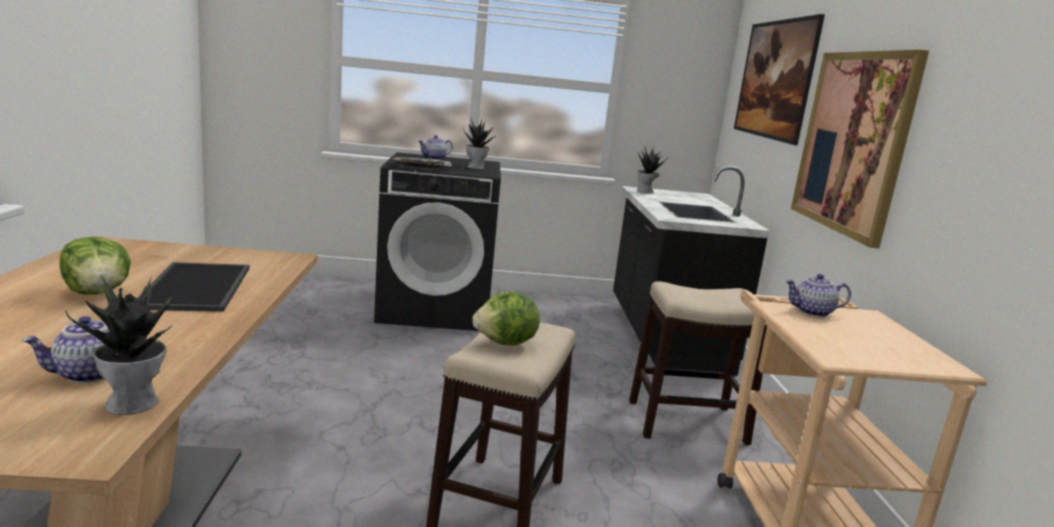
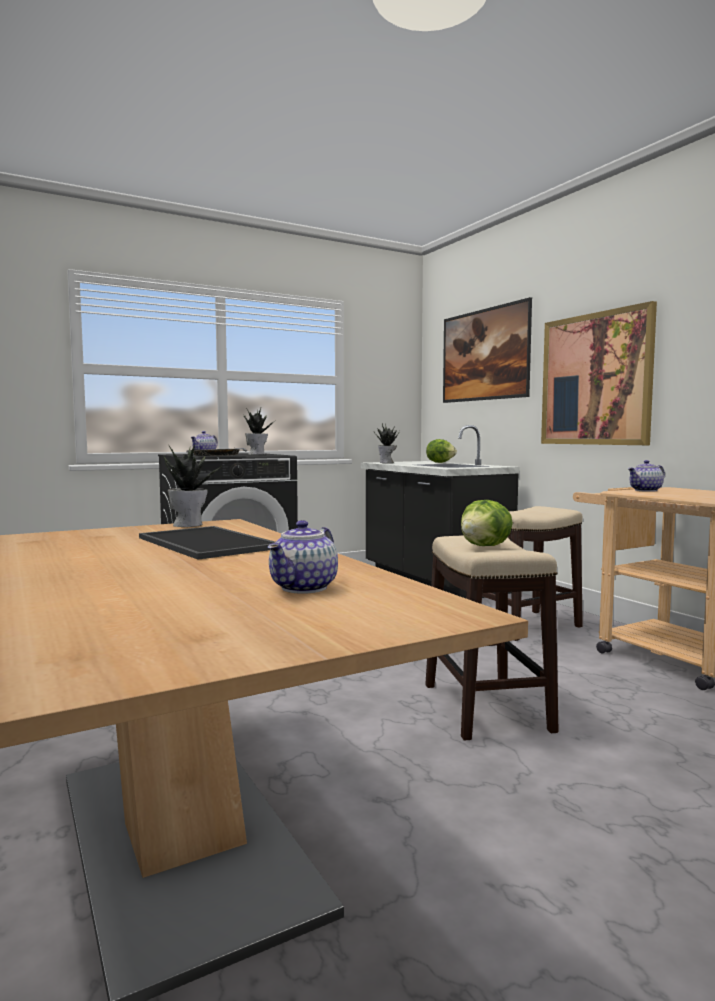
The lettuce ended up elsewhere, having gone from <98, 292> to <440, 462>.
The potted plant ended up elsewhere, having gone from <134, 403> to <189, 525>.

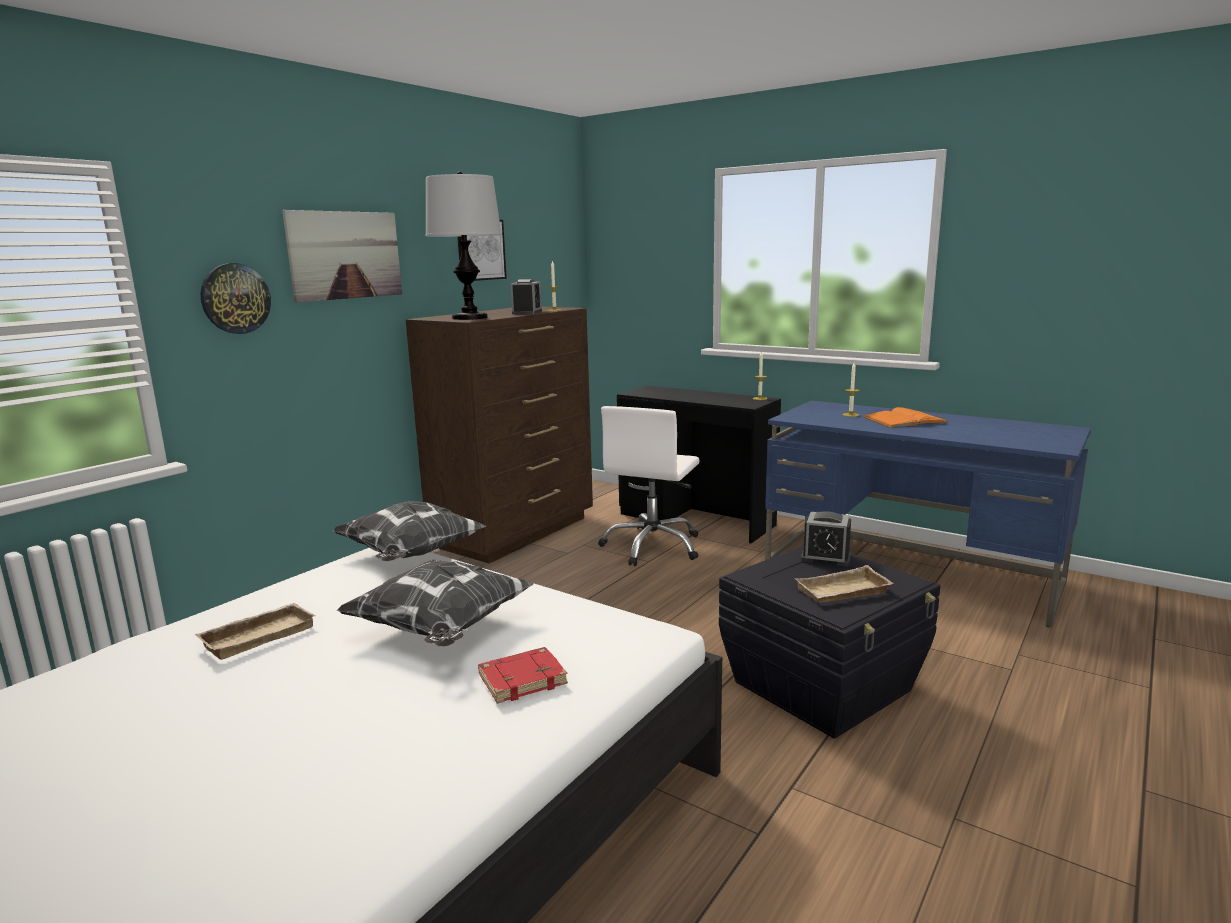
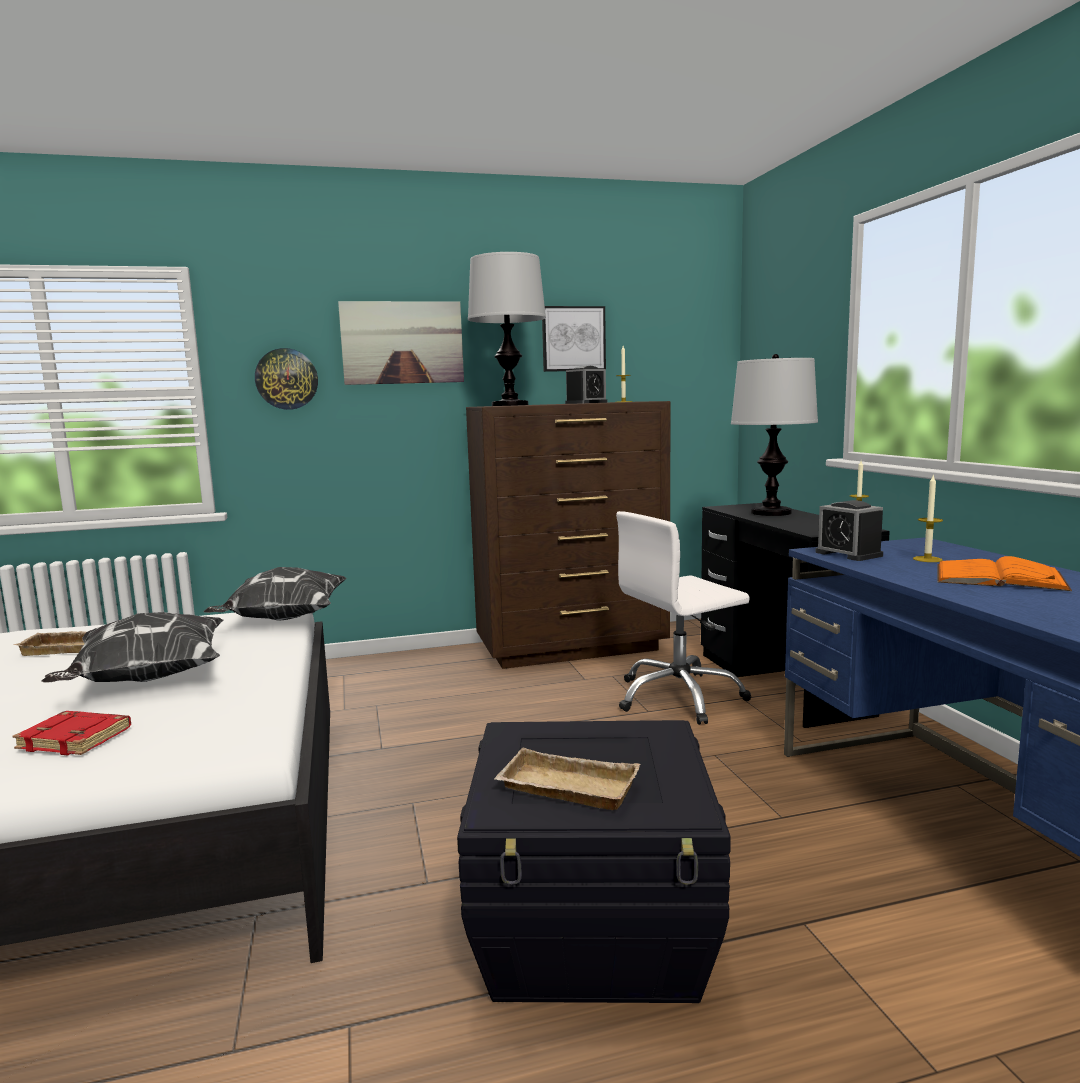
The second view gained the table lamp at <770, 512>.
The alarm clock ended up elsewhere, having gone from <826, 557> to <848, 554>.

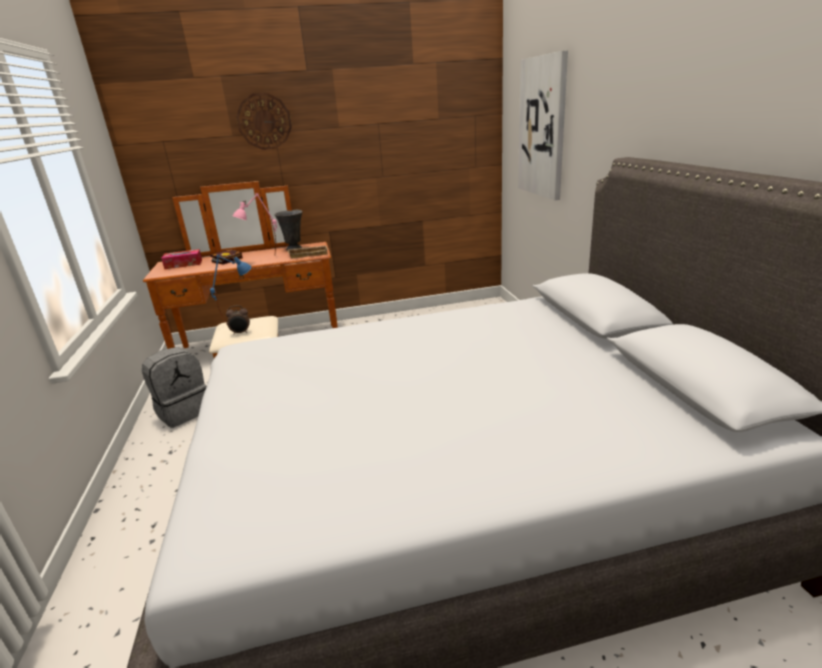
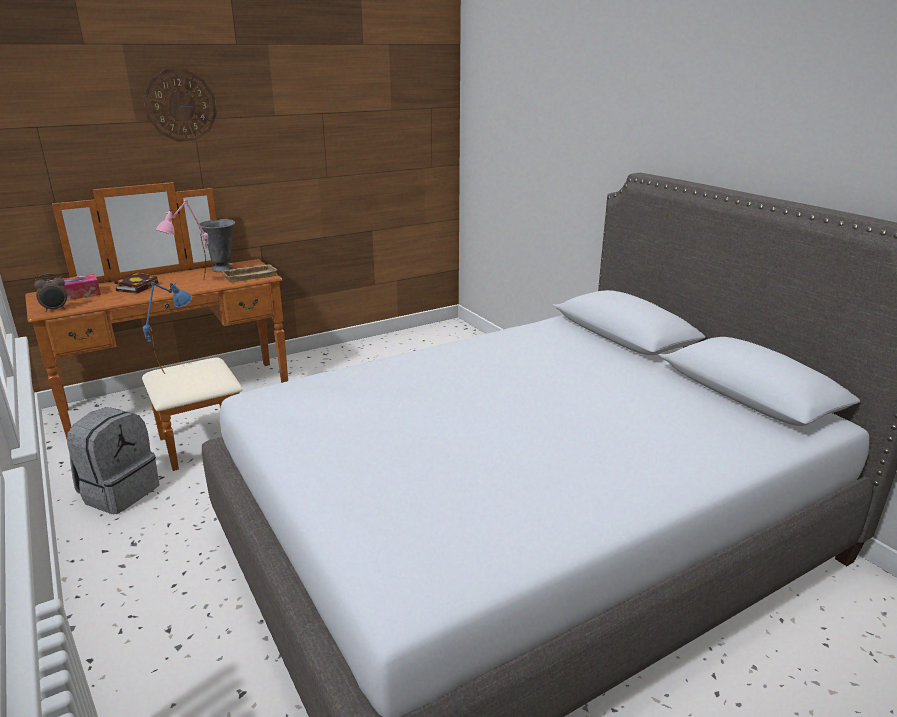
The second view lost the picture at <542, 127>.
The alarm clock ended up elsewhere, having gone from <241, 333> to <55, 309>.

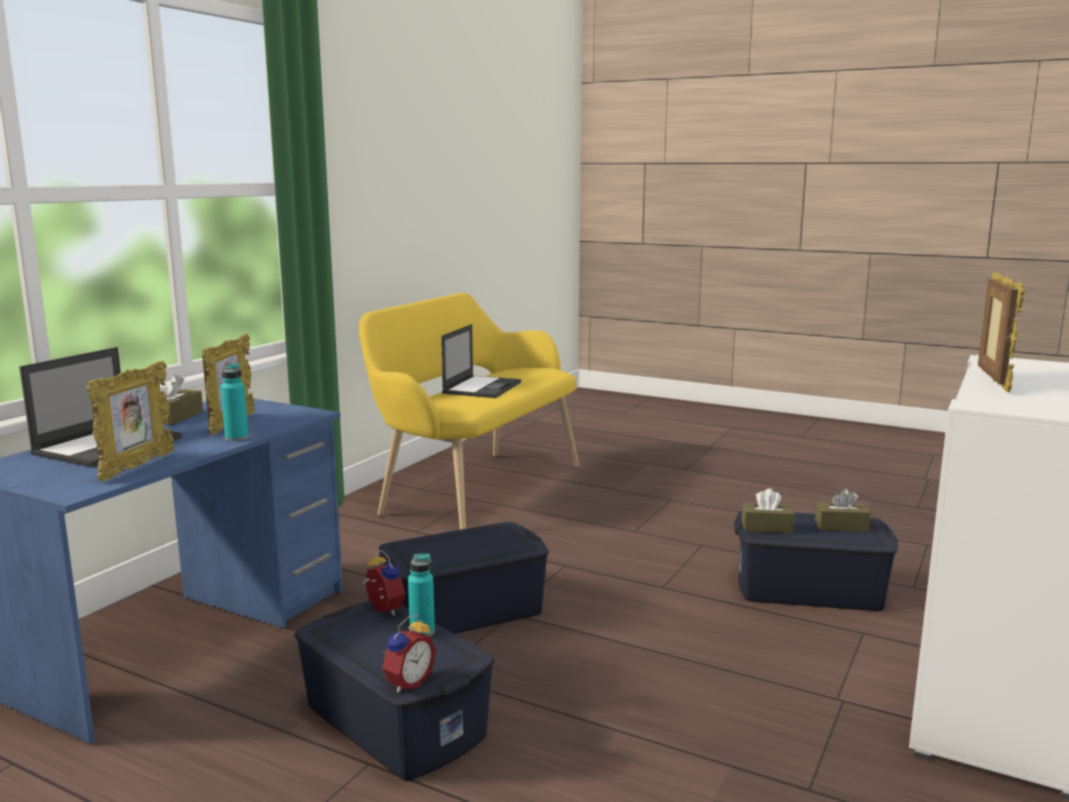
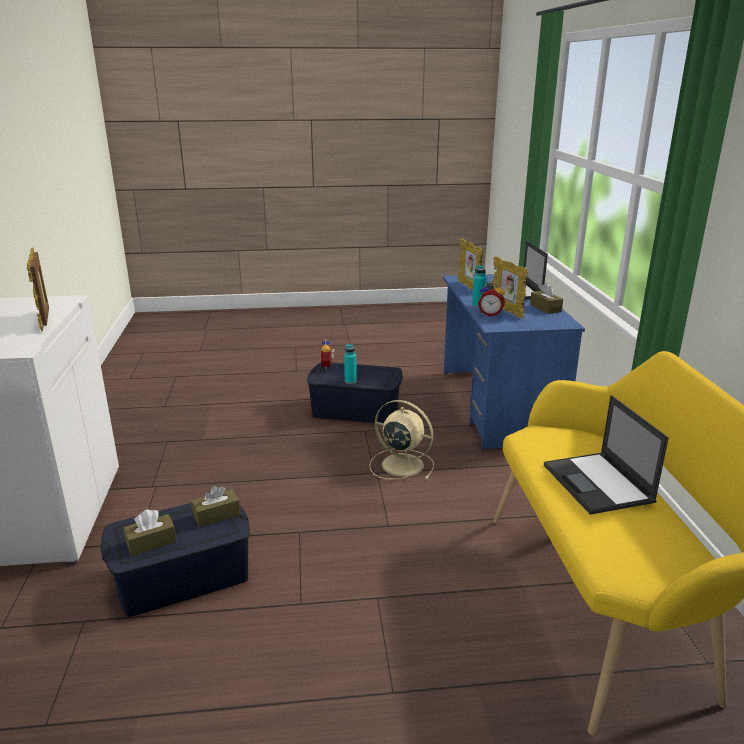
The alarm clock ended up elsewhere, having gone from <382, 610> to <490, 314>.
Where the storage box in blue stood at <465, 611>, the fan in beige came to stand at <400, 464>.

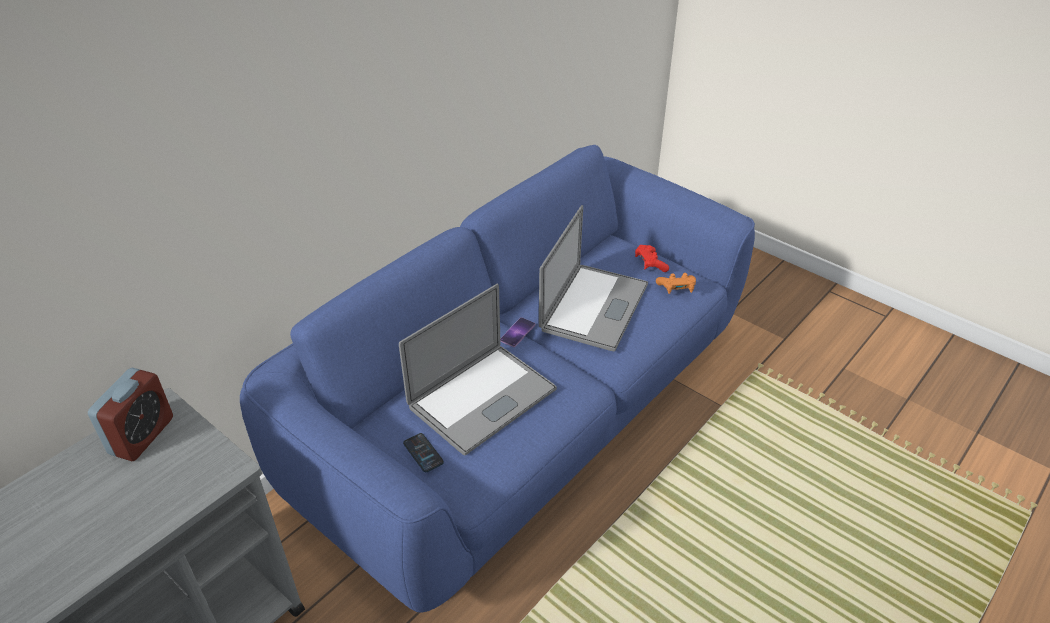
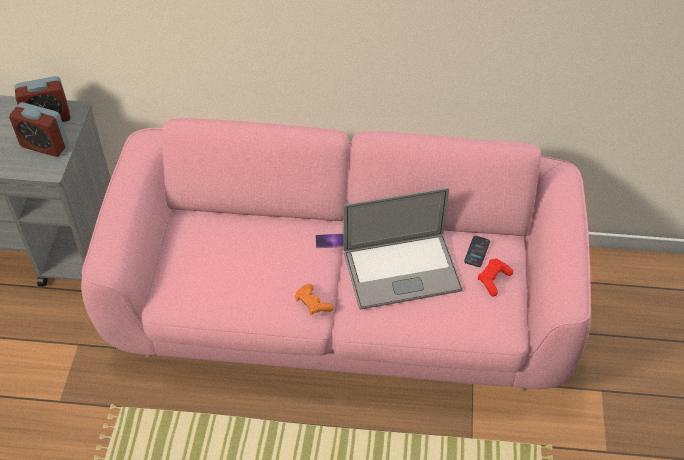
The second view lost the laptop at <482, 398>.
The second view gained the alarm clock at <44, 145>.
The phone ended up elsewhere, having gone from <423, 453> to <477, 251>.
The game controller in orange ended up elsewhere, having gone from <676, 288> to <312, 304>.
What was the sofa in blue at <524, 419> turned into the sofa in pink at <341, 311>.

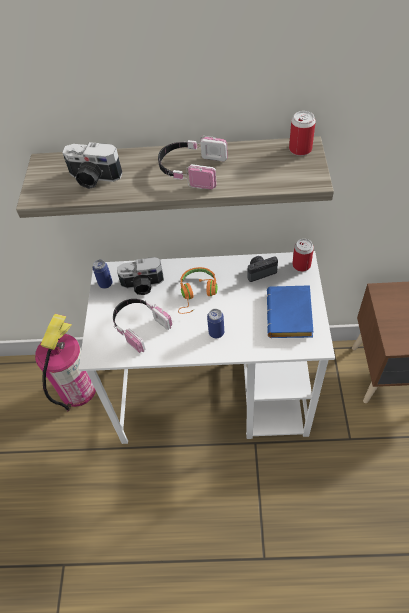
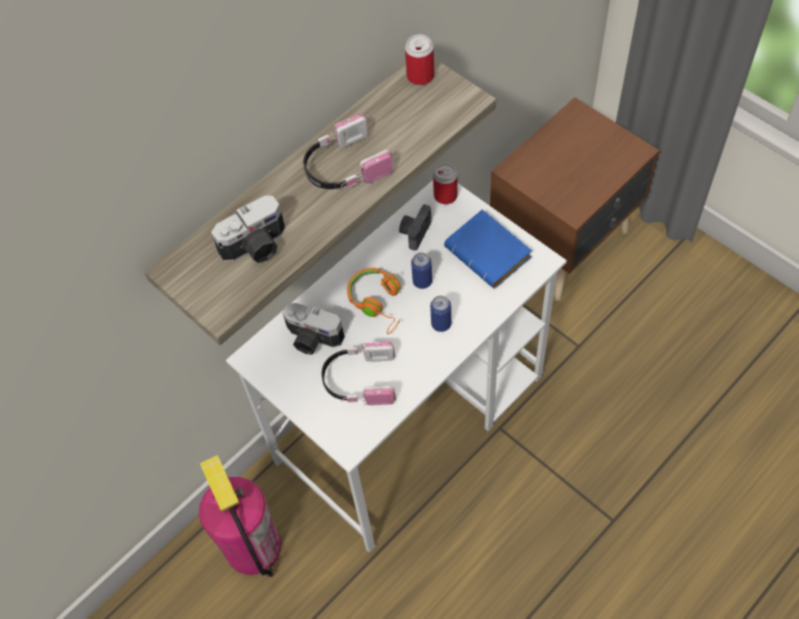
The can ended up elsewhere, having gone from <105, 283> to <422, 281>.
The photo camera at <142, 285> ended up facing another way, 75 degrees clockwise from before.

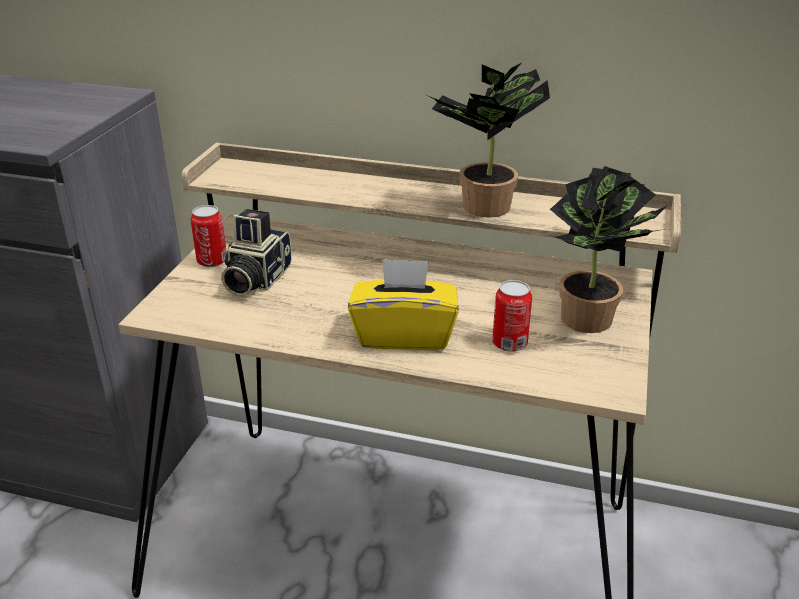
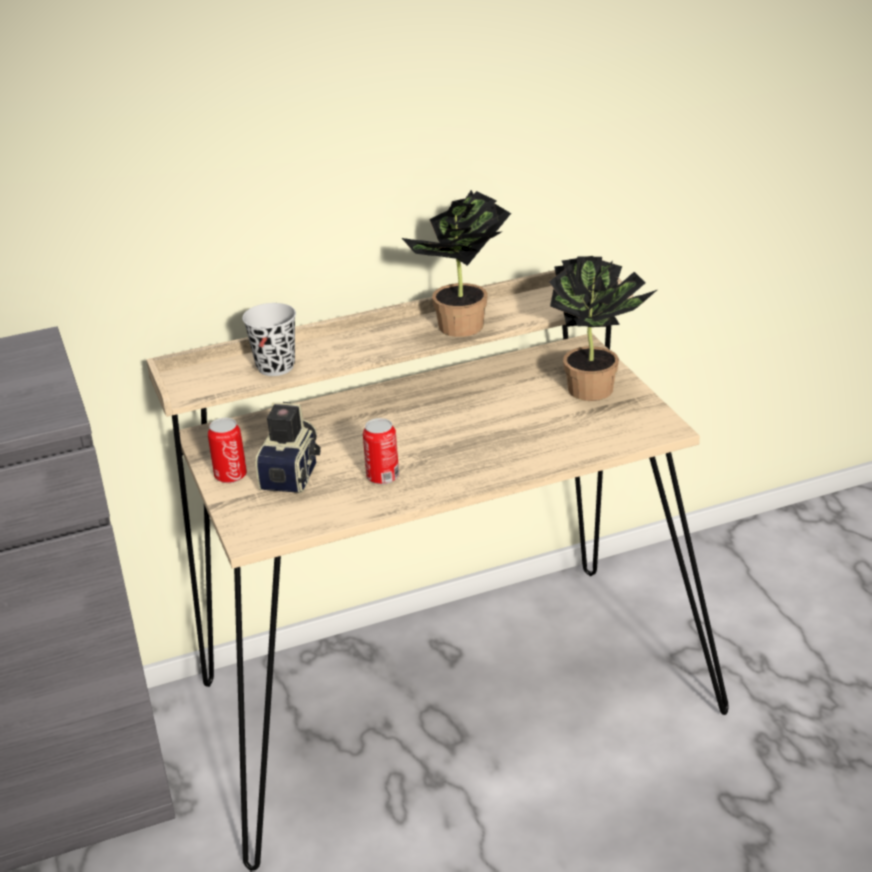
The second view lost the tissue box in yellow at <404, 335>.
The second view gained the cup in black at <275, 367>.
The can ended up elsewhere, having gone from <509, 343> to <383, 477>.
The photo camera at <255, 279> ended up facing another way, 150 degrees counterclockwise from before.

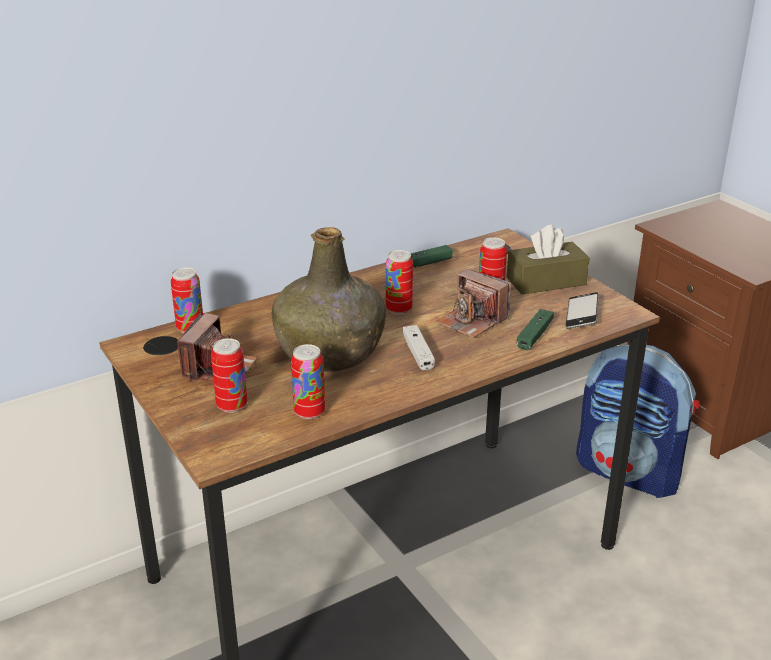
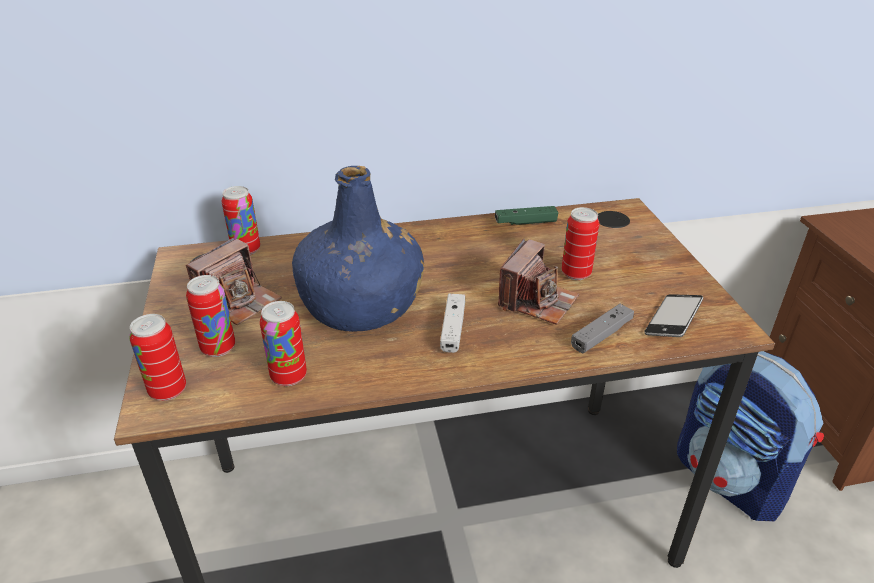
The second view lost the tissue box in brown at <546, 281>.
The can ended up elsewhere, having gone from <399, 309> to <168, 390>.
What was the bottle in green at <331, 351> turned into the bottle in blue at <362, 306>.
What was the game controller in green at <534, 335> turned into the game controller in grey at <601, 335>.
The photo camera at <472, 321> ended up facing another way, 120 degrees counterclockwise from before.

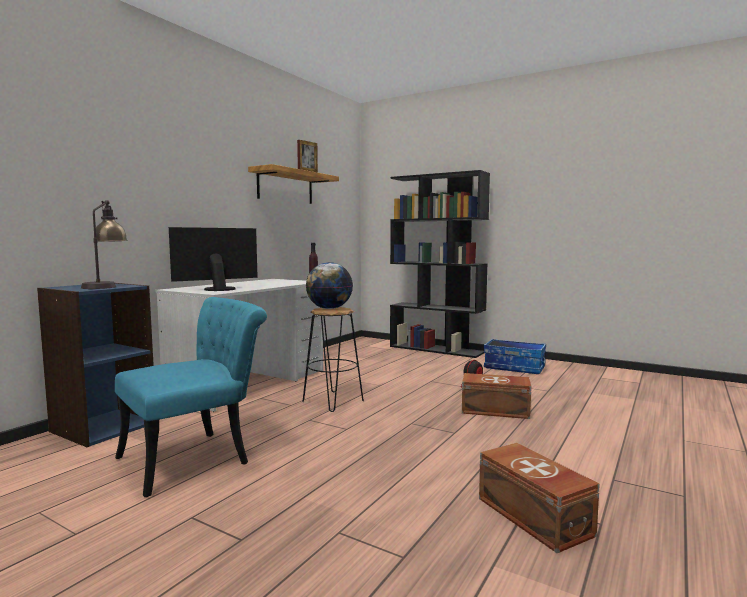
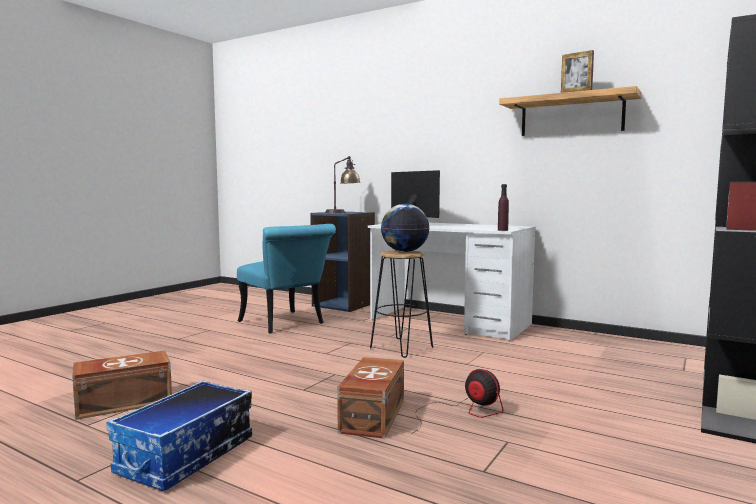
The storage box ended up elsewhere, having gone from <514, 367> to <187, 456>.

